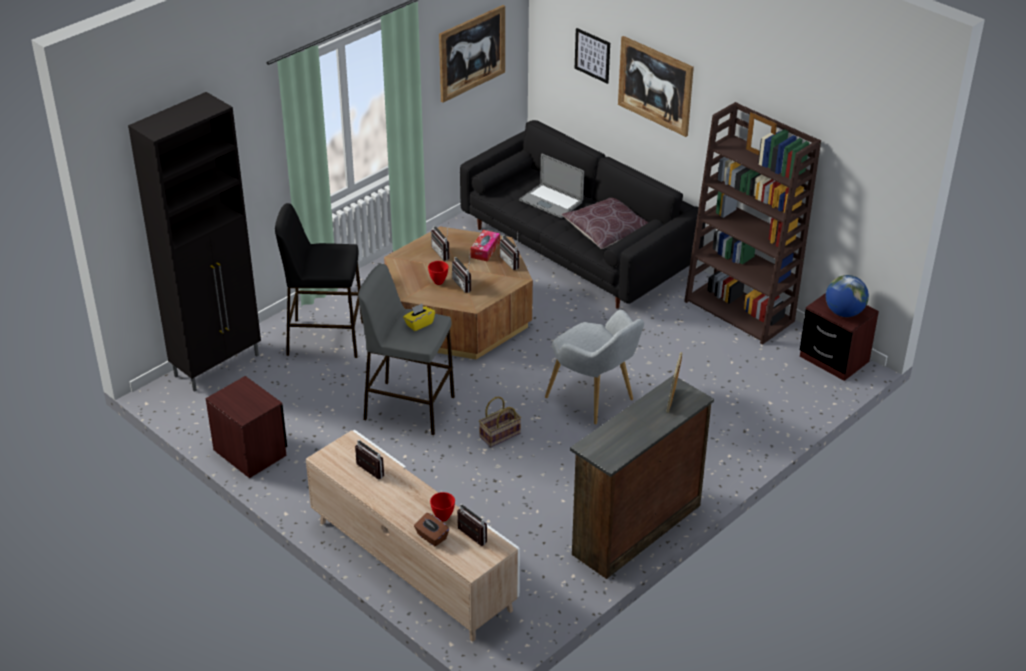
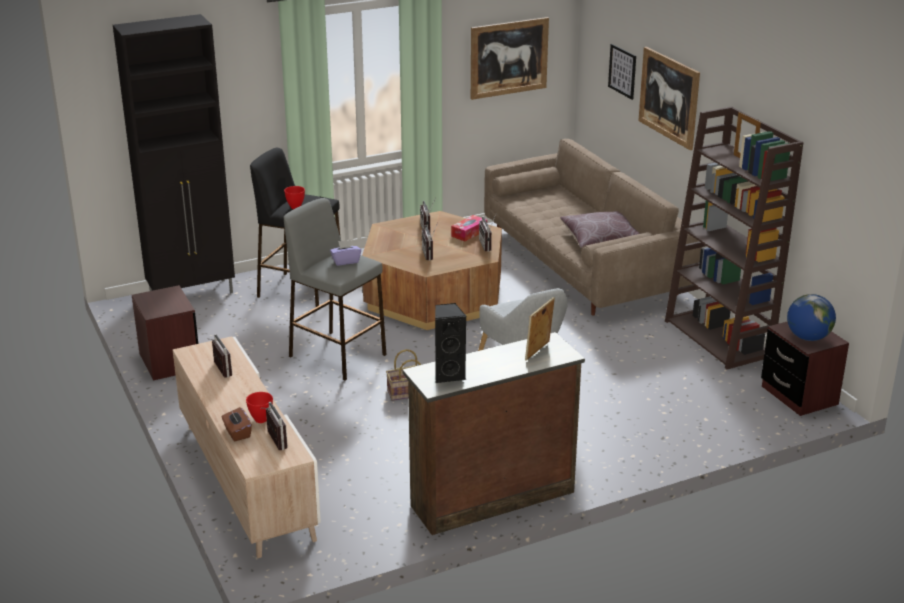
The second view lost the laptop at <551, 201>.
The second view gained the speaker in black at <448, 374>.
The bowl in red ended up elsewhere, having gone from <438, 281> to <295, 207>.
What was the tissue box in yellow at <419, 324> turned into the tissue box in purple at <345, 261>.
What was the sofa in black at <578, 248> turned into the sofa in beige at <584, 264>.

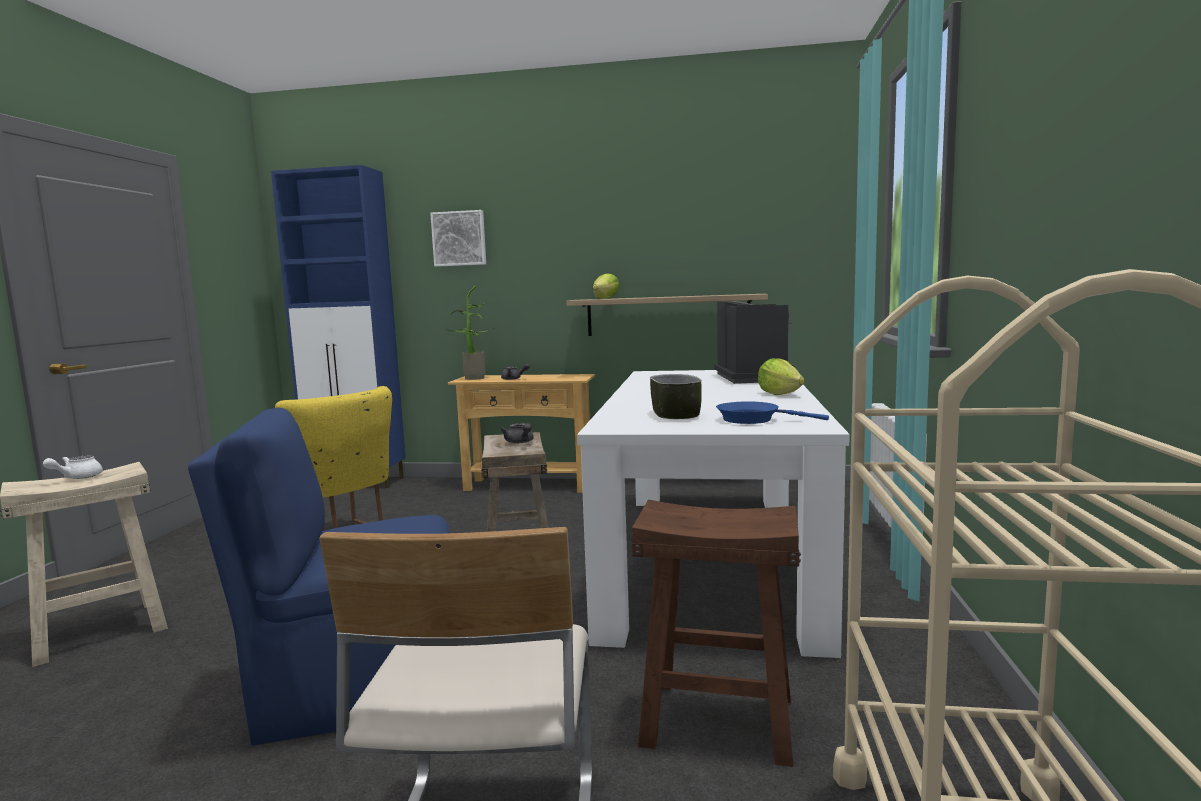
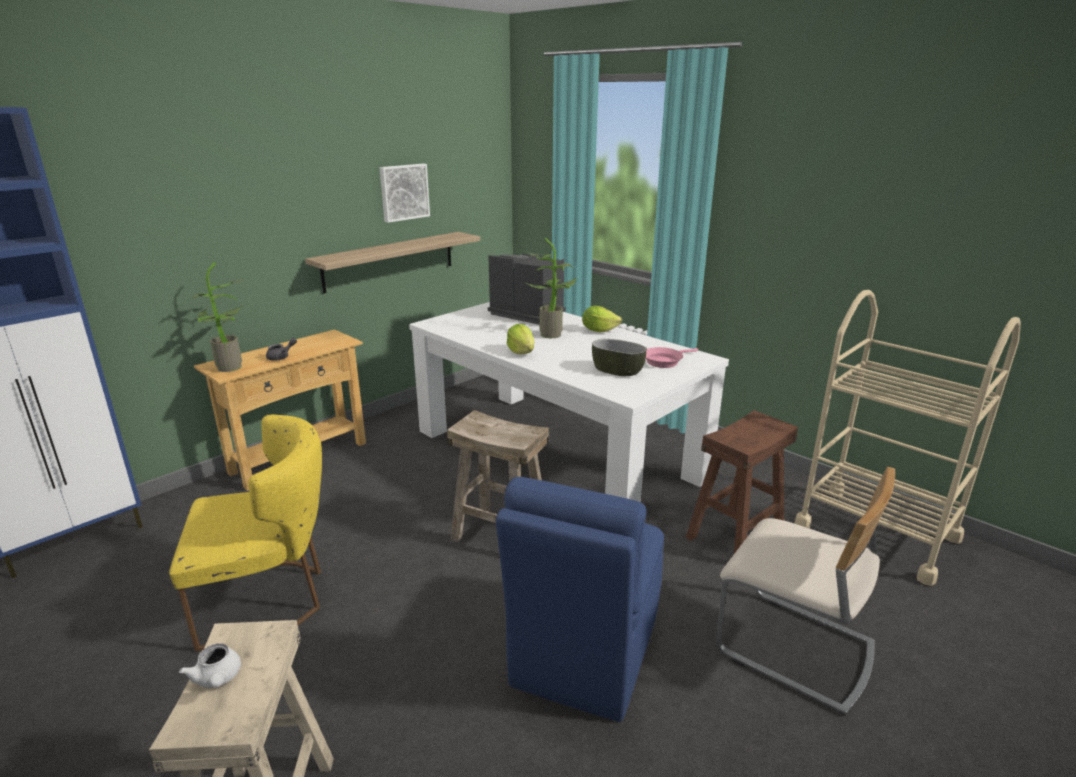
The second view lost the teapot in grey at <520, 442>.
The second view gained the potted plant at <552, 333>.
The picture ended up elsewhere, having gone from <459, 238> to <403, 192>.
The lettuce ended up elsewhere, having gone from <606, 298> to <521, 352>.
What was the frying pan in blue at <753, 419> turned into the frying pan in pink at <664, 361>.

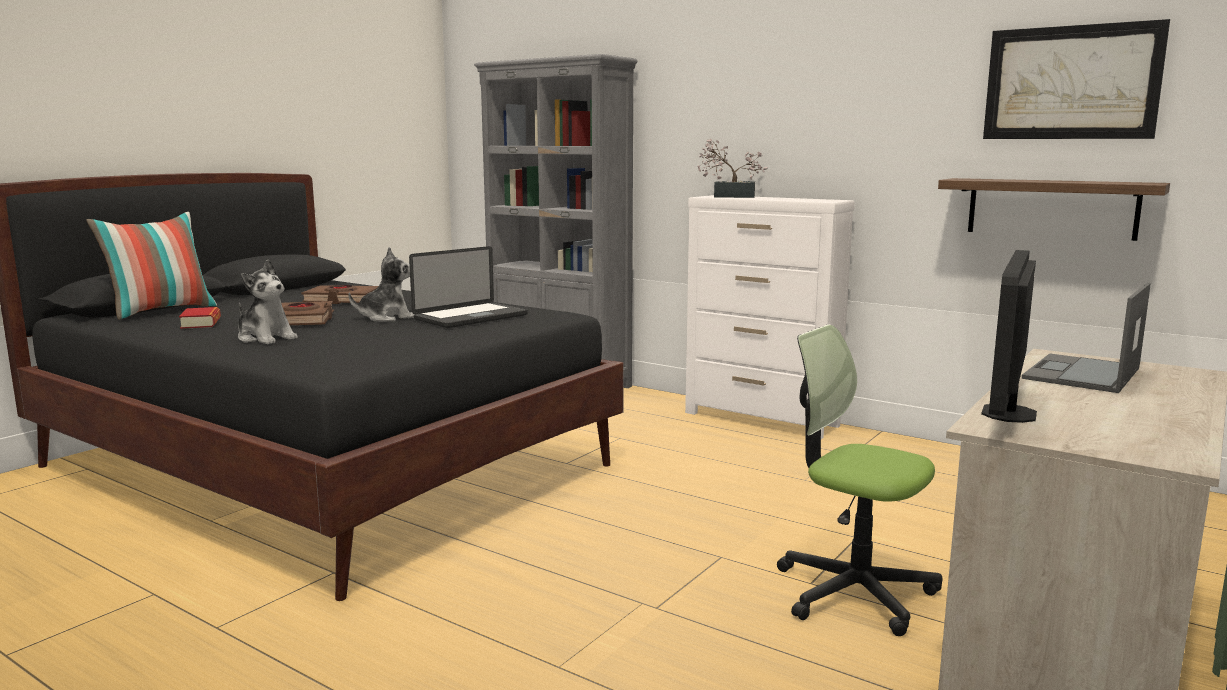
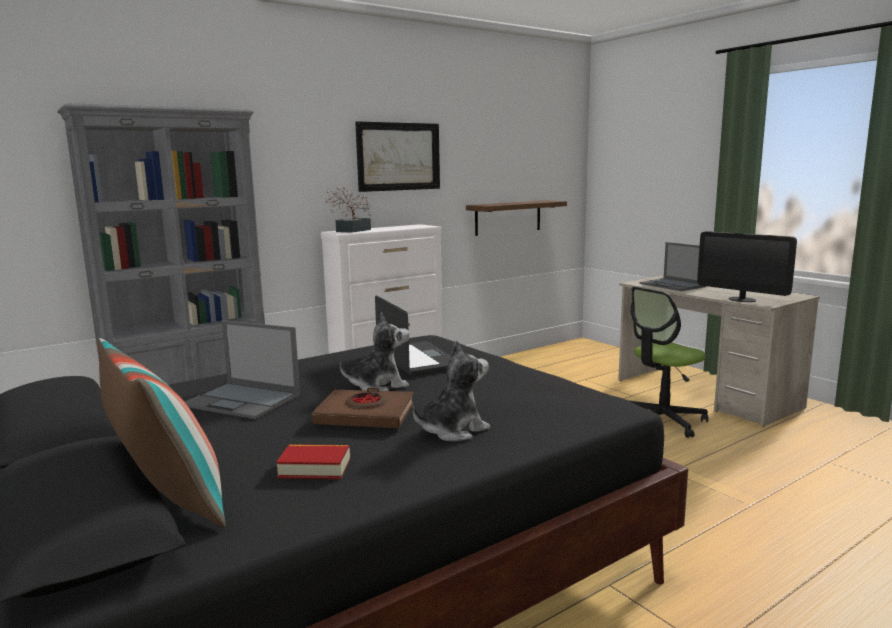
The picture ended up elsewhere, having gone from <1071, 83> to <398, 156>.
Where the book in brown stood at <342, 300>, the laptop came to stand at <243, 400>.
The plush toy at <387, 317> ended up facing another way, 75 degrees clockwise from before.

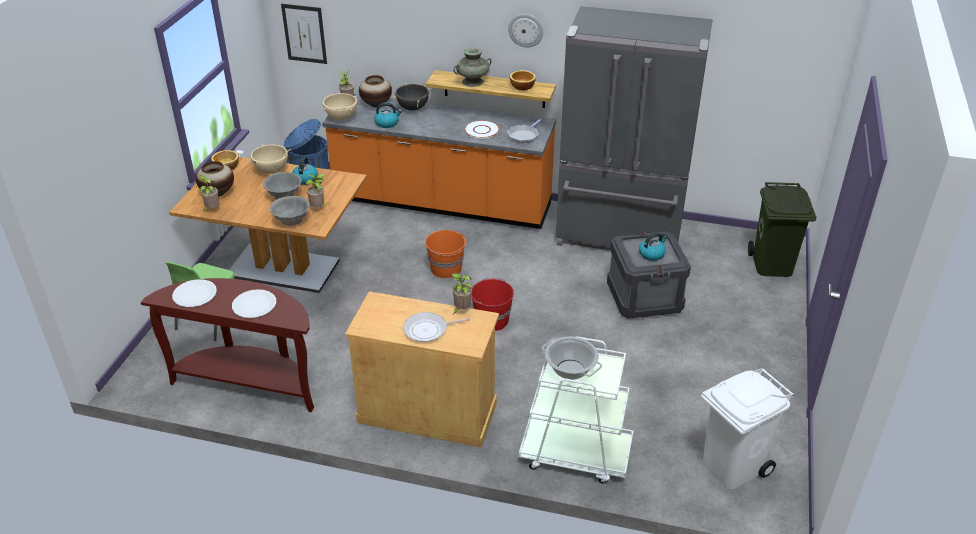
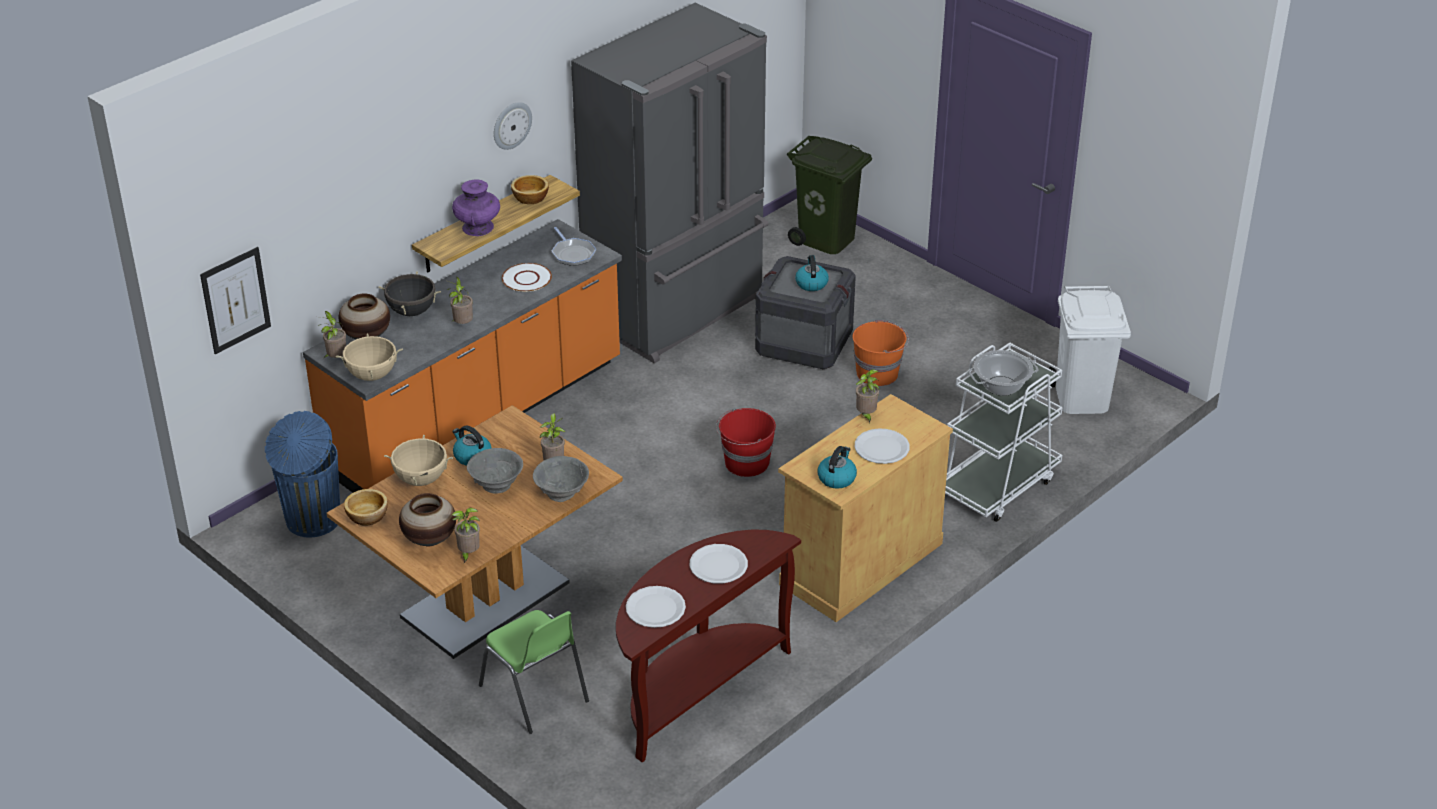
The second view gained the potted plant at <462, 324>.
The kettle ended up elsewhere, having gone from <387, 123> to <836, 478>.
The bucket in orange ended up elsewhere, having gone from <446, 269> to <878, 373>.
Where the frying pan stood at <428, 330>, the plate in white came to stand at <882, 448>.
What was the vase in turquoise at <472, 82> turned into the vase in purple at <477, 227>.

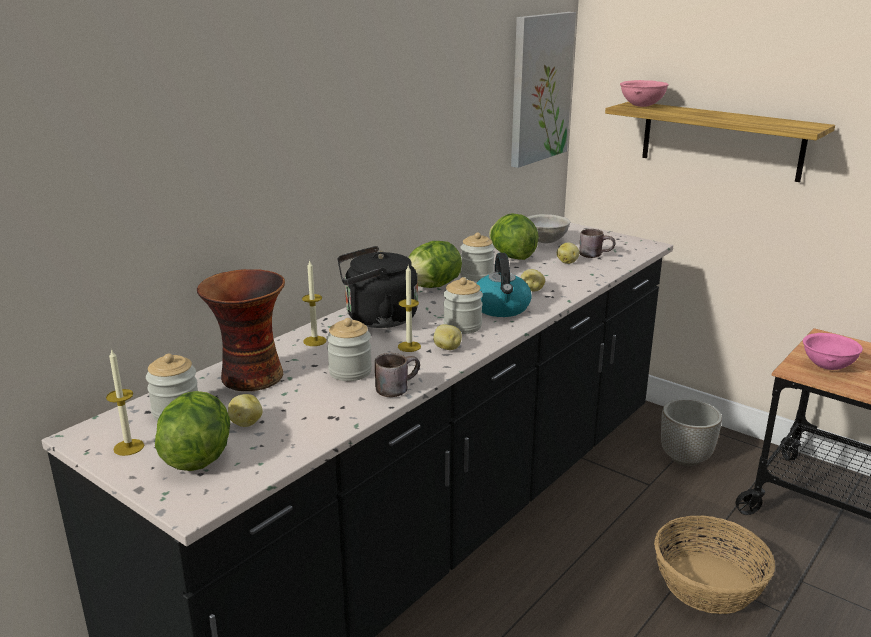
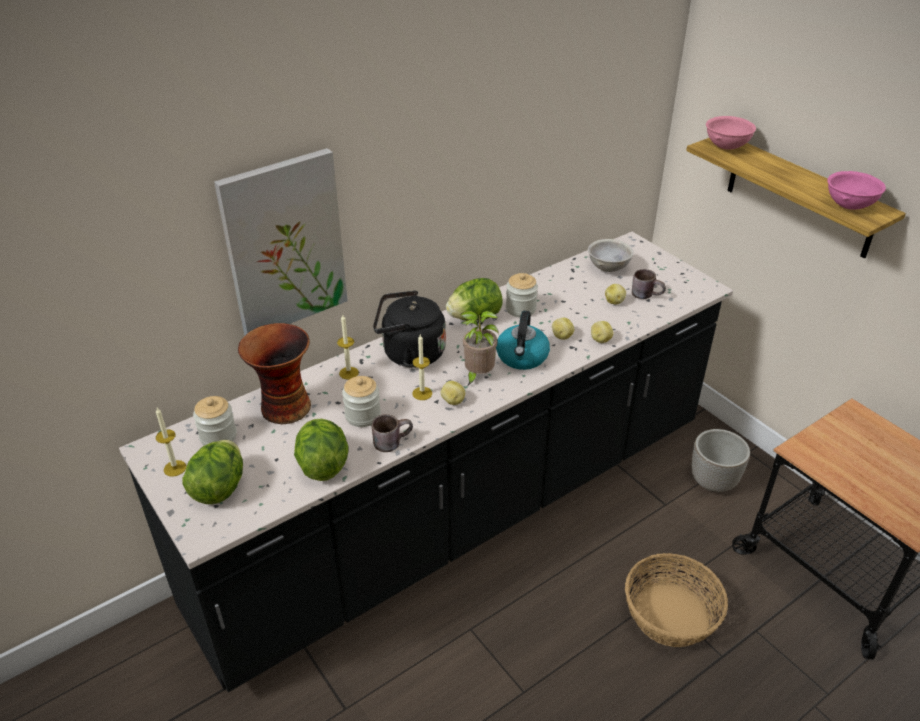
The potato ended up elsewhere, having gone from <245, 423> to <600, 339>.
The lettuce ended up elsewhere, having gone from <511, 256> to <322, 465>.
The picture ended up elsewhere, having gone from <539, 88> to <284, 244>.
The bowl in pink ended up elsewhere, having gone from <826, 367> to <848, 206>.
Where the jar stood at <462, 326>, the potted plant came to stand at <477, 375>.

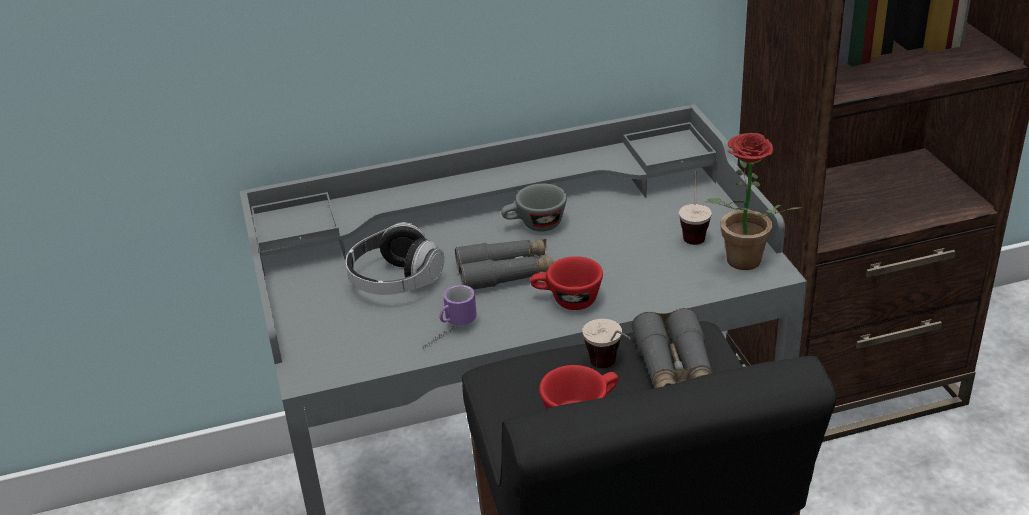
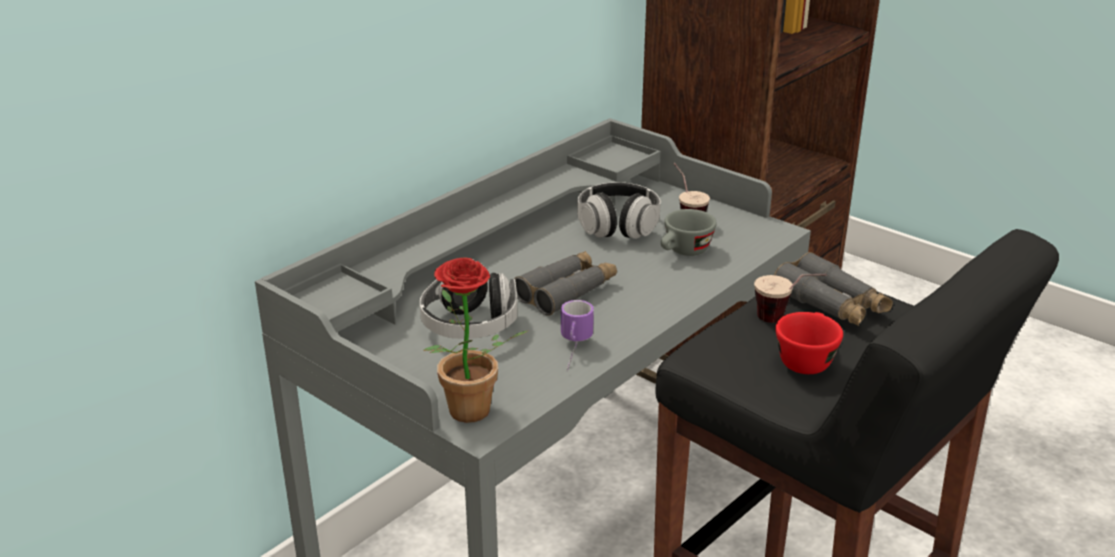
The second view lost the cup in red at <567, 300>.
The second view gained the headphones at <618, 226>.
The cup in grey ended up elsewhere, having gone from <535, 225> to <684, 252>.
The potted plant ended up elsewhere, having gone from <740, 264> to <469, 416>.

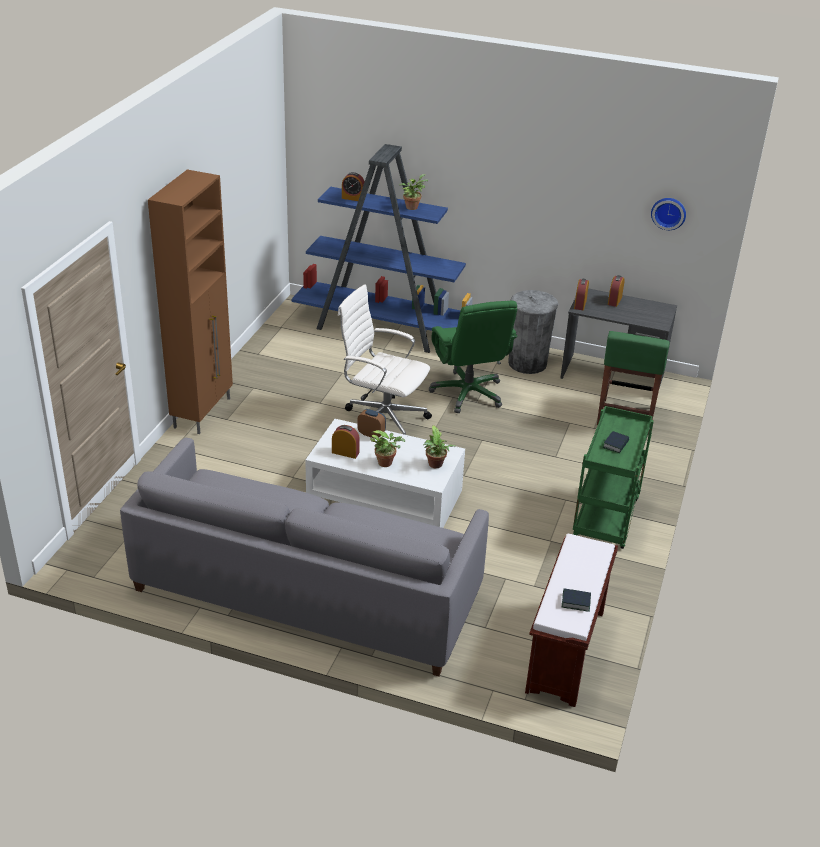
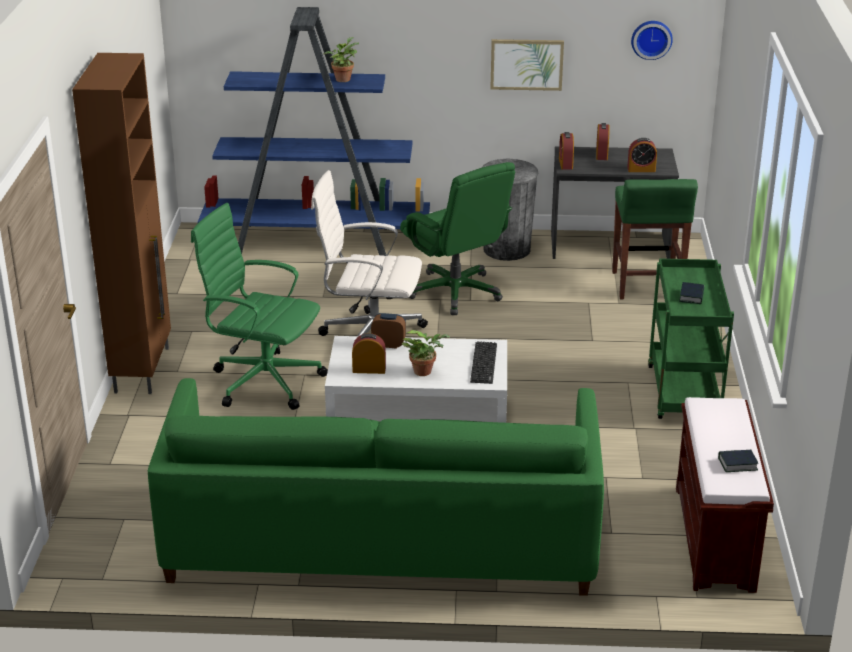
The second view gained the office chair in green at <263, 381>.
The second view gained the picture at <526, 64>.
The alarm clock ended up elsewhere, having gone from <353, 198> to <641, 169>.
Where the potted plant stood at <436, 465>, the keyboard came to stand at <483, 363>.
What was the sofa in grey at <306, 591> turned into the sofa in green at <381, 539>.

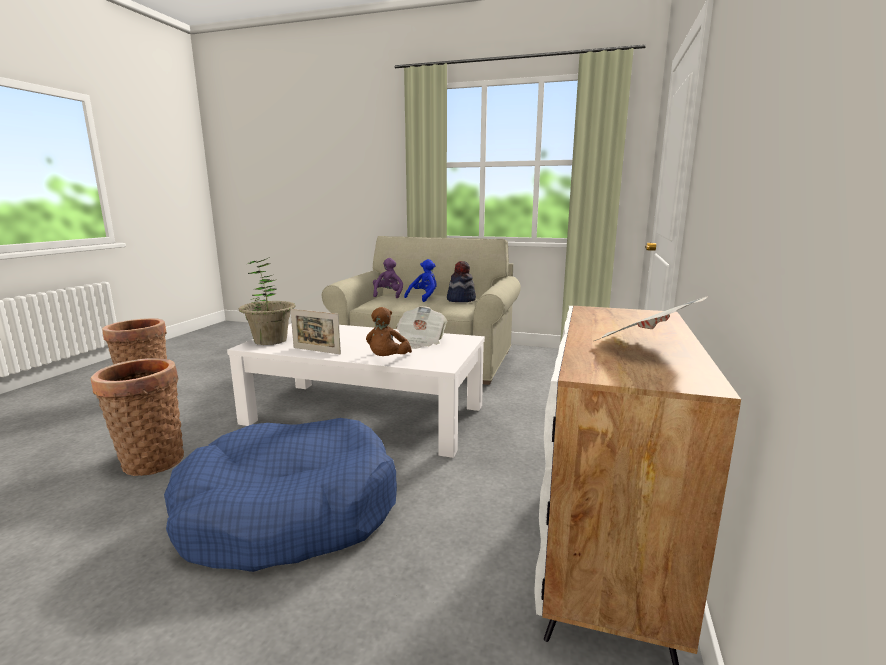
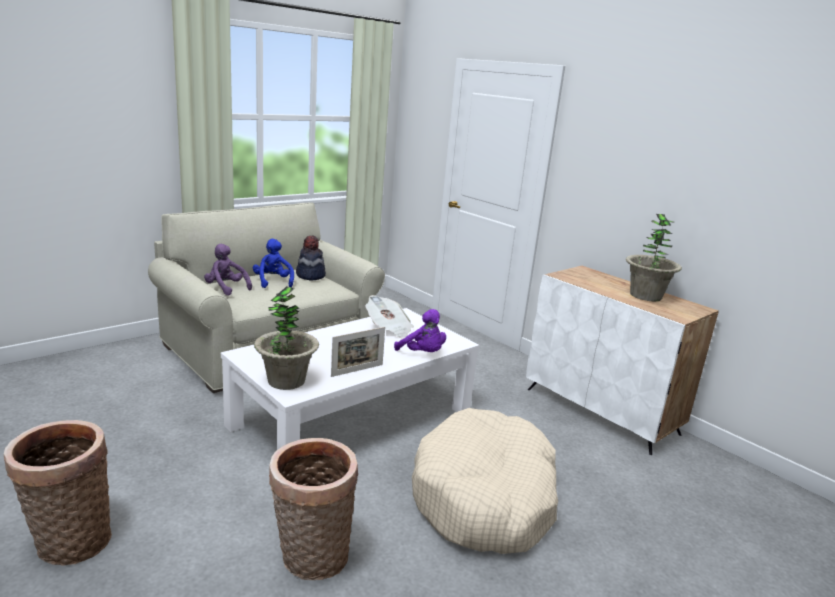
Where the newspaper stood at <642, 347>, the potted plant came to stand at <645, 296>.
What was the dog bed in blue at <289, 512> turned into the dog bed in beige at <485, 497>.
What was the plush toy in brown at <387, 360> turned into the plush toy in purple at <422, 354>.

